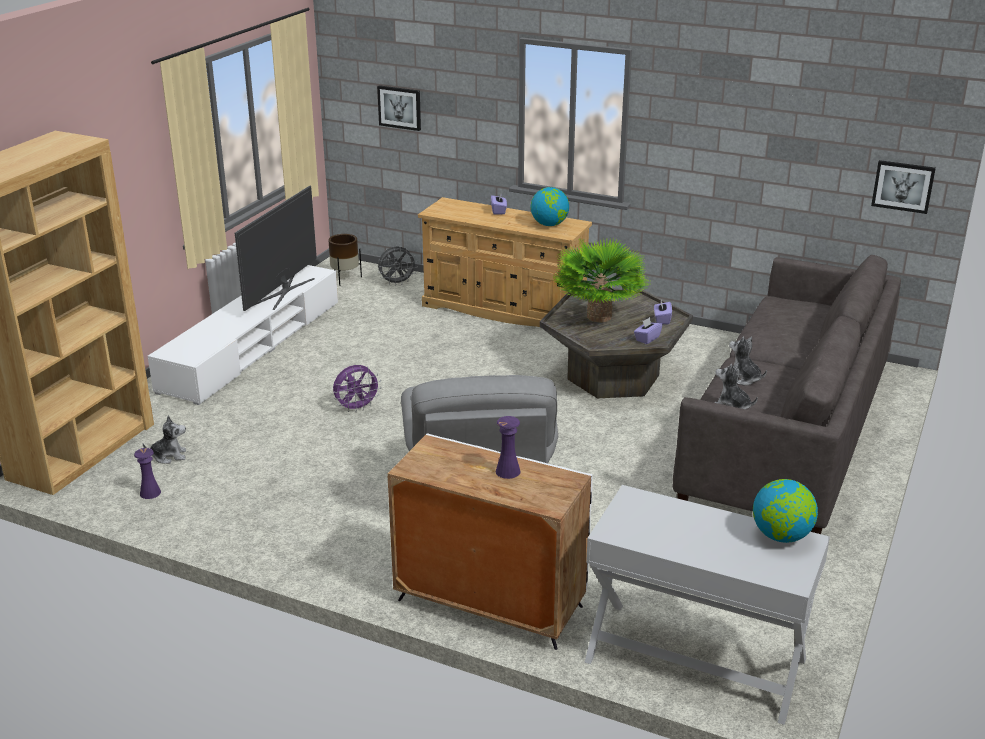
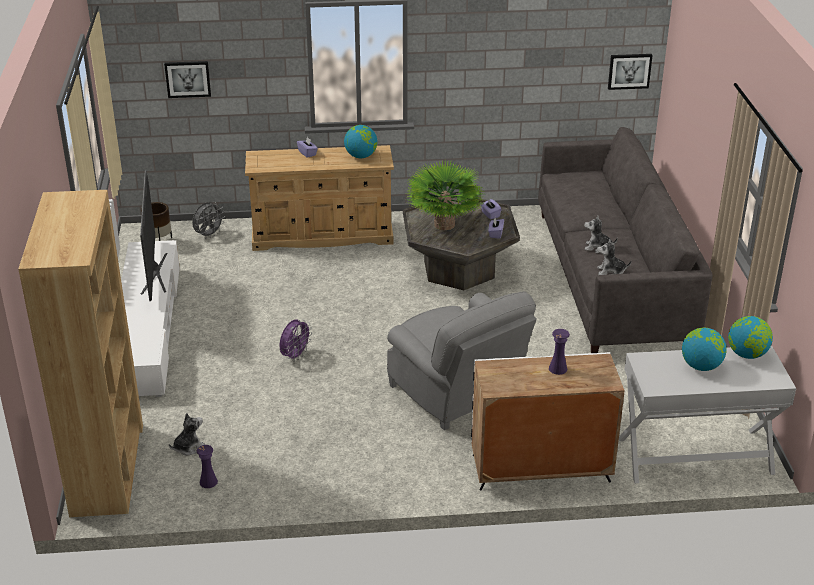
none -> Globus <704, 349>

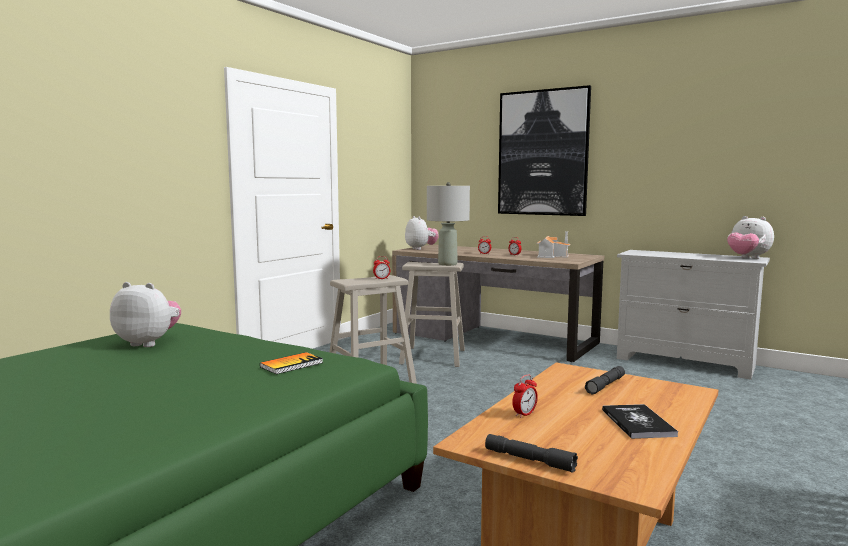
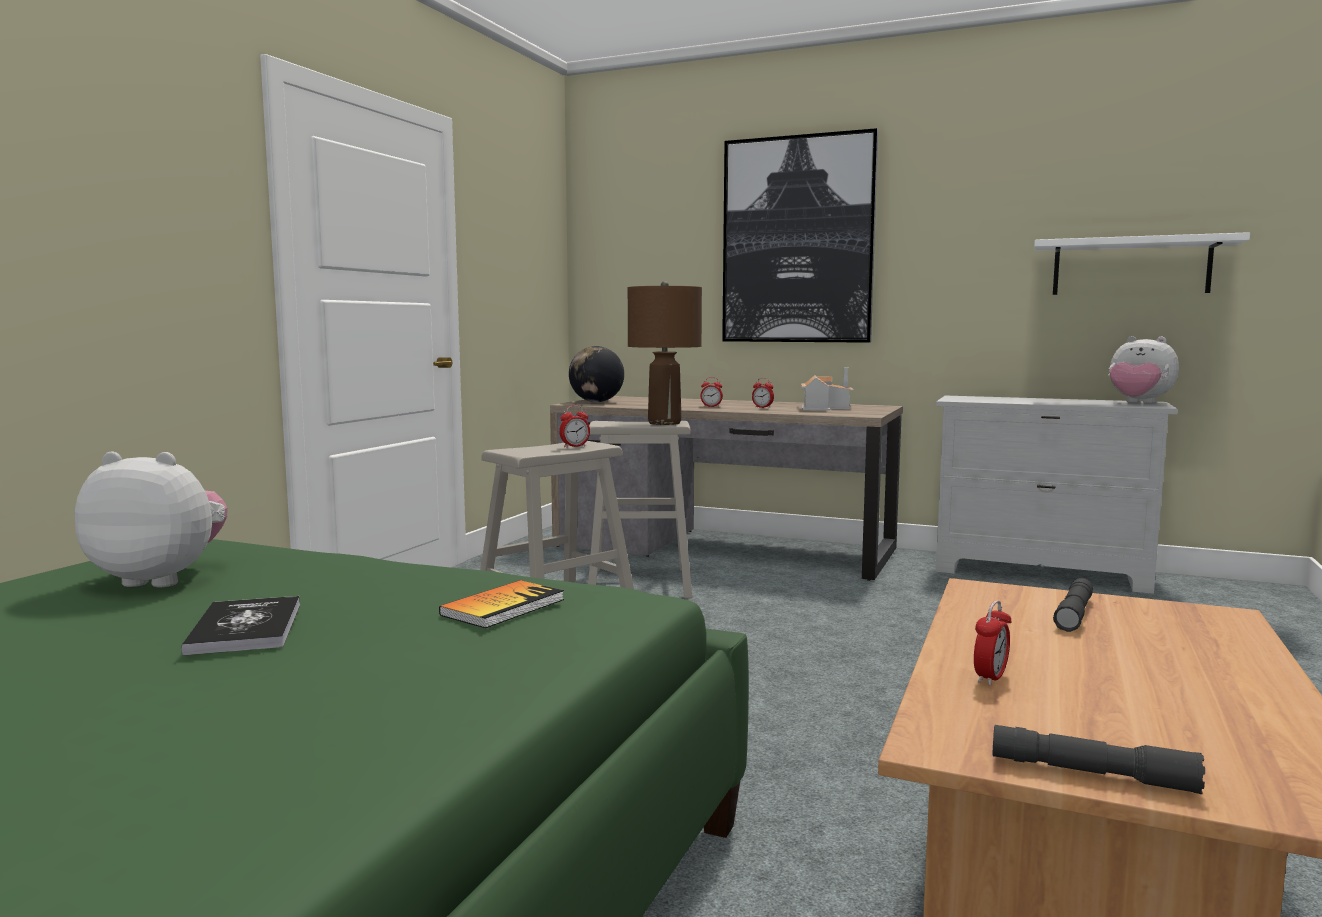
Plüschtier <422, 233> -> Globus <596, 374>
Tischlampe [grau] <448, 224> -> Tischlampe [braun] <665, 353>
Buch <640, 421> -> Buch <240, 626>, shifted
none -> Wandregal [weiß] <1142, 263>

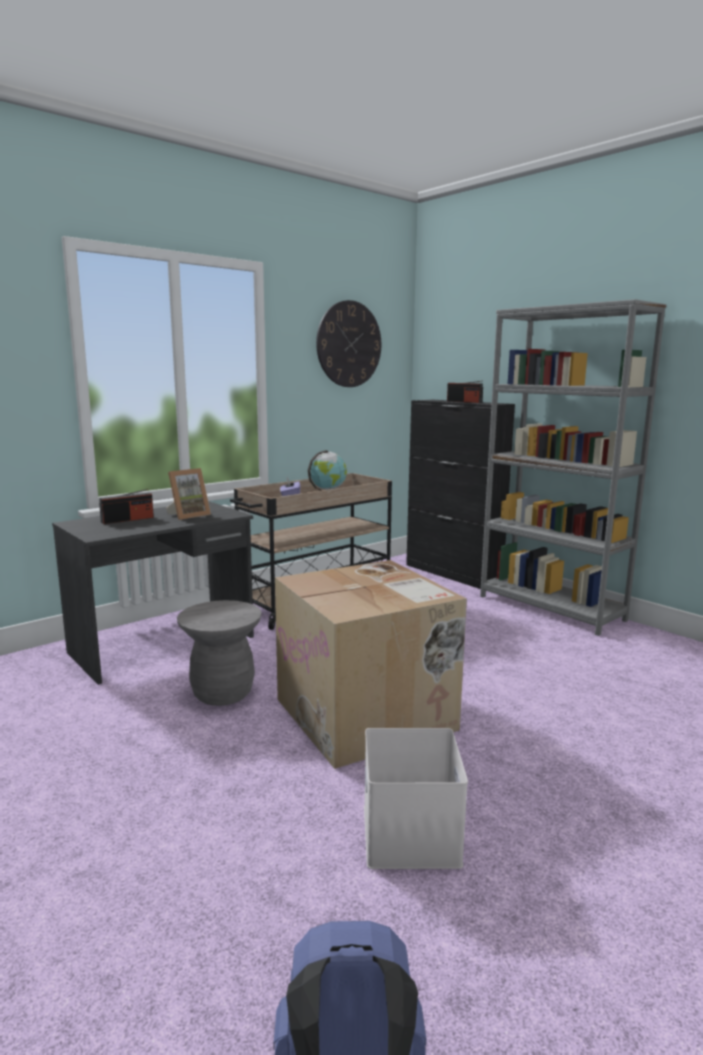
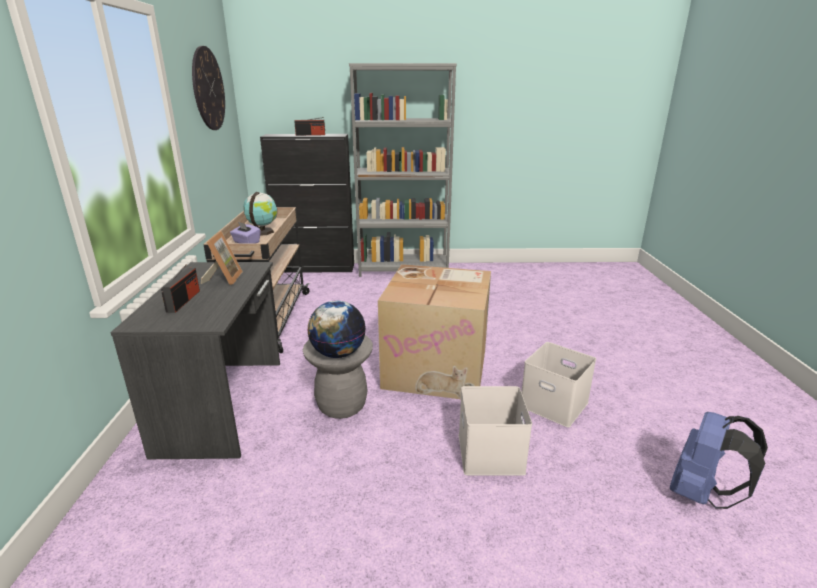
none -> Globus <337, 329>
none -> Aufbewahrungsbox [weiß] <495, 431>

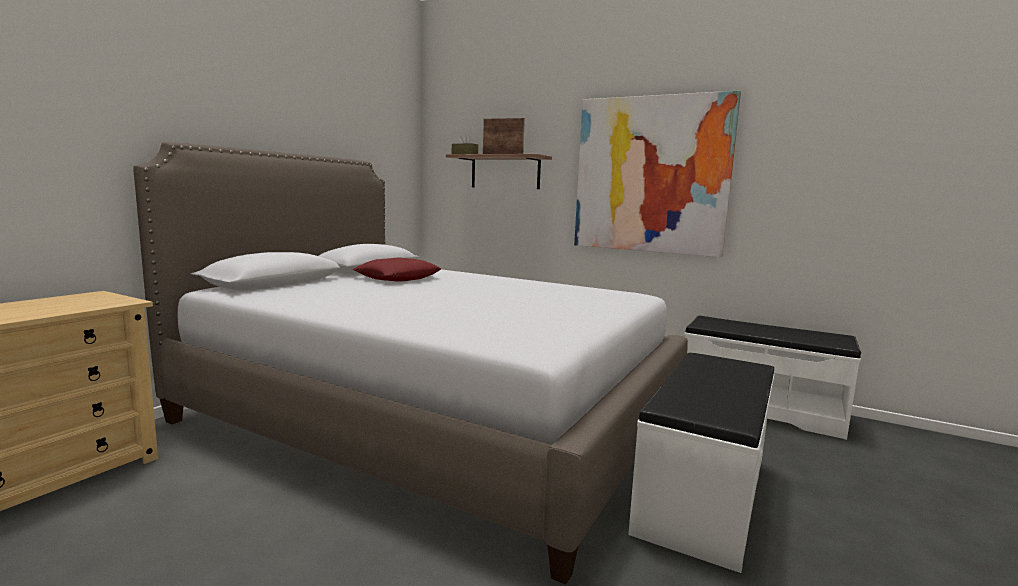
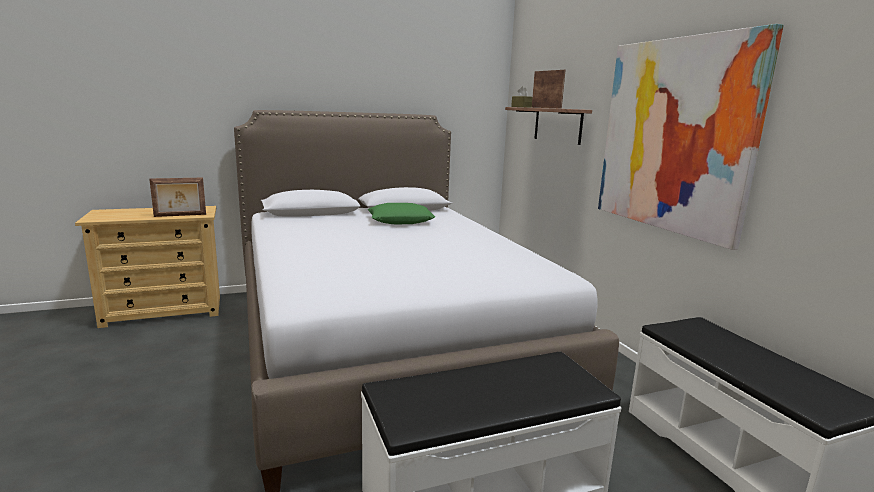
Kissen [rot] <397, 270> -> Kissen [grün] <401, 214>
none -> Bilderrahmen <177, 197>

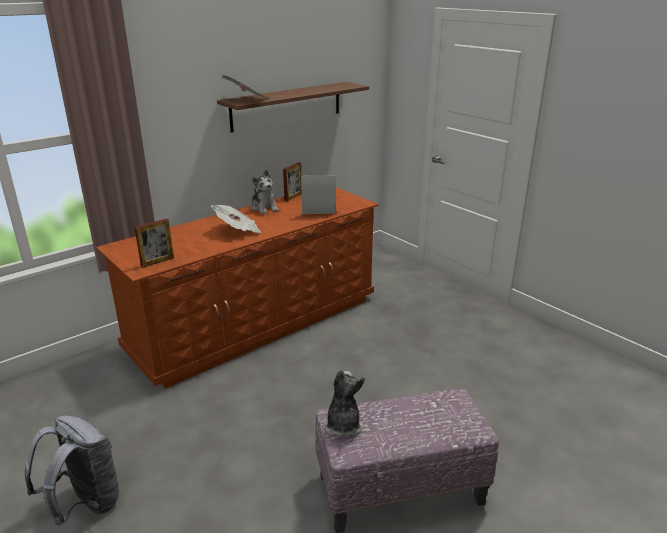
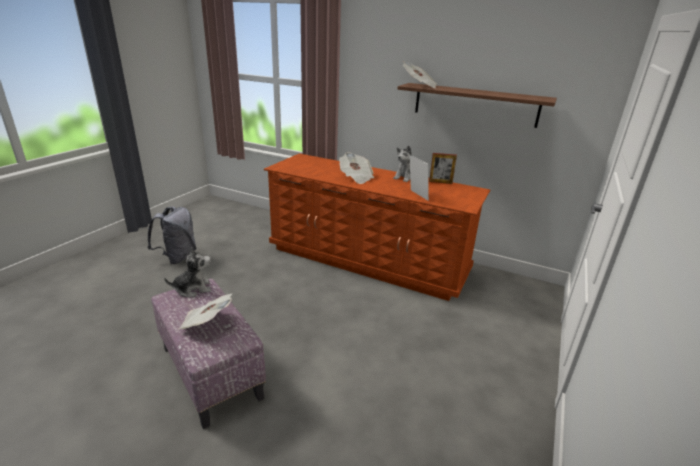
Bilderrahmen <154, 243> -> none
none -> Zeitung <205, 312>

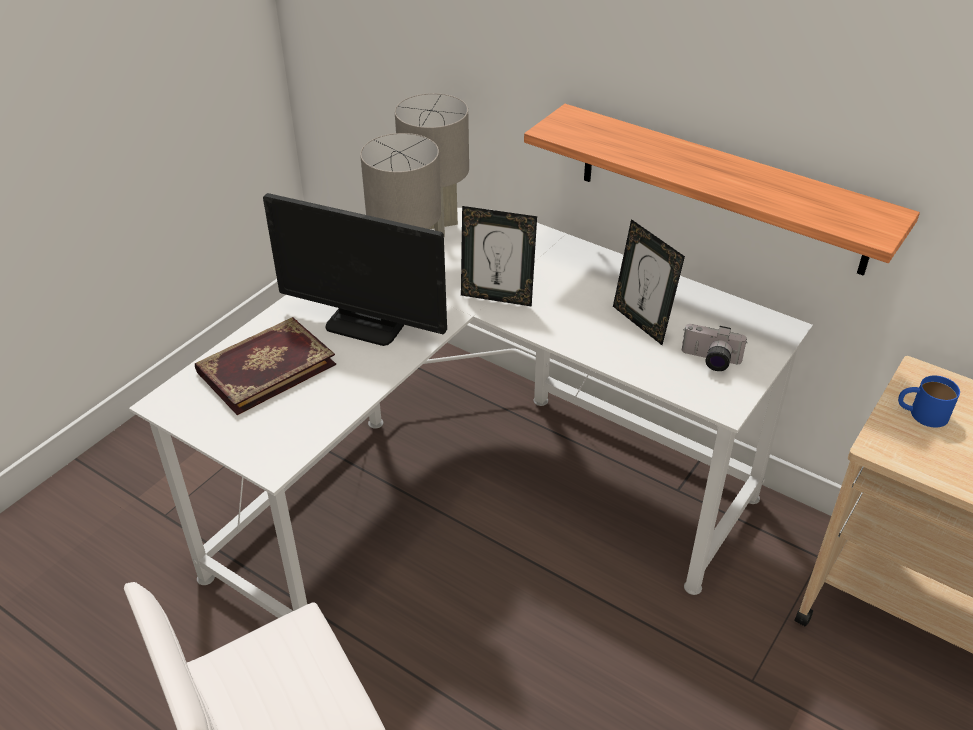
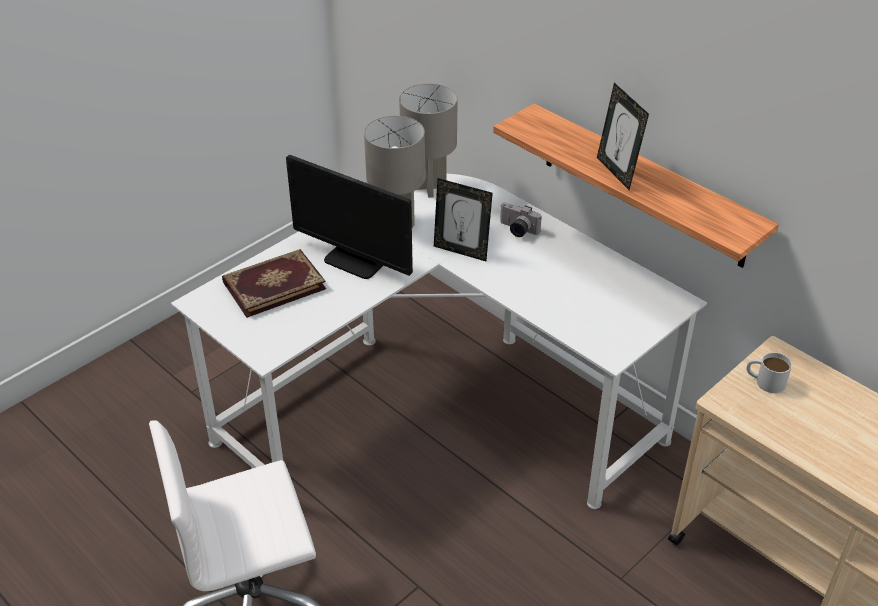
Bilderrahmen <649, 282> -> Bilderrahmen <623, 136>, shifted
Kamera <714, 347> -> Kamera <521, 219>, shifted
Henkelbecher [blau] <929, 401> -> Henkelbecher [weiß] <769, 372>

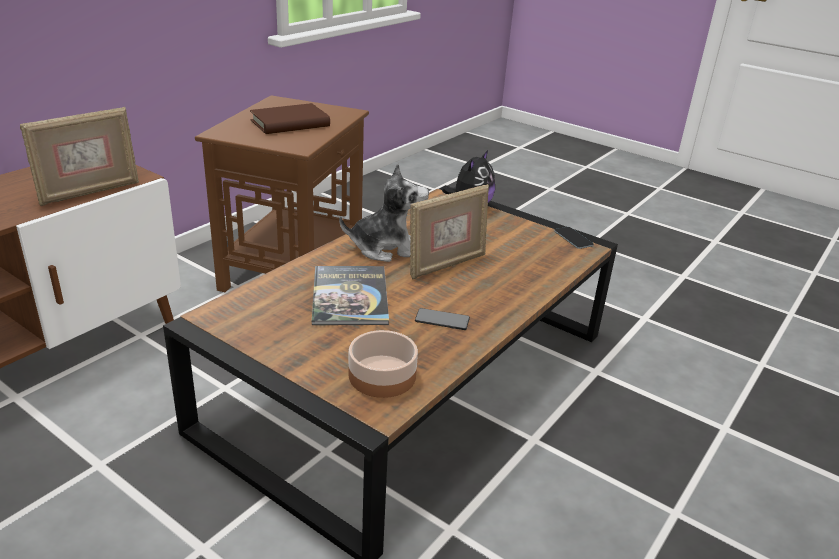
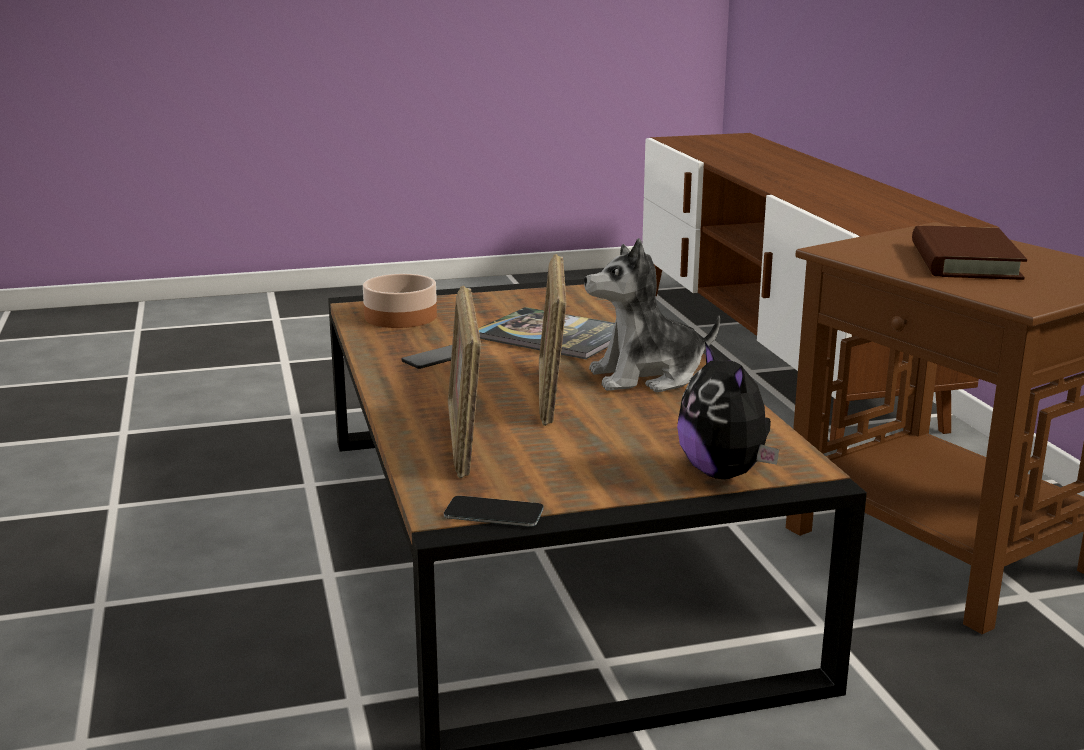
Bilderrahmen <79, 156> -> Bilderrahmen <464, 382>, shifted
Plüschtier <384, 212> -> Plüschtier <652, 315>, 45 degrees clockwise

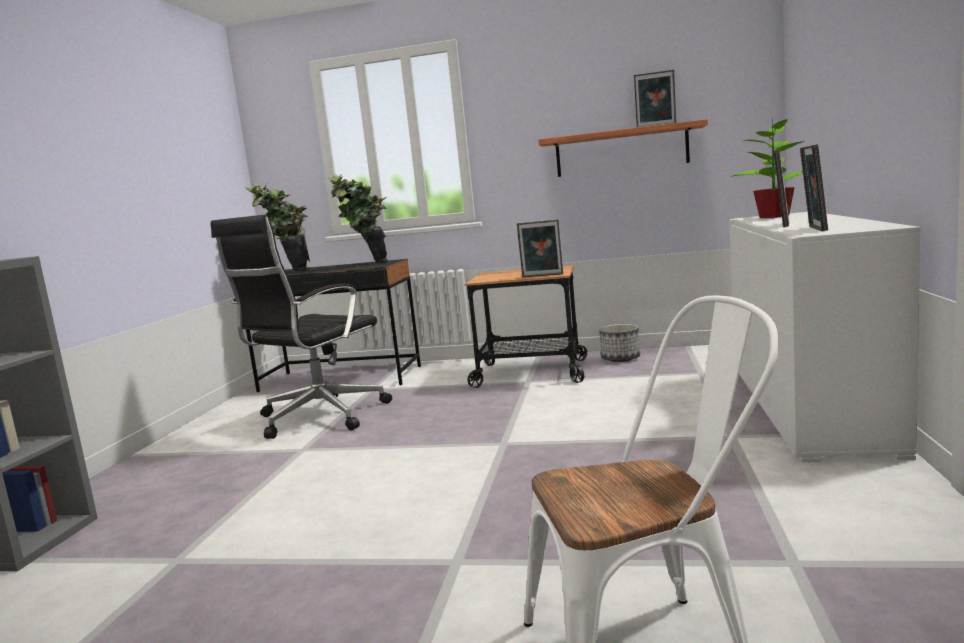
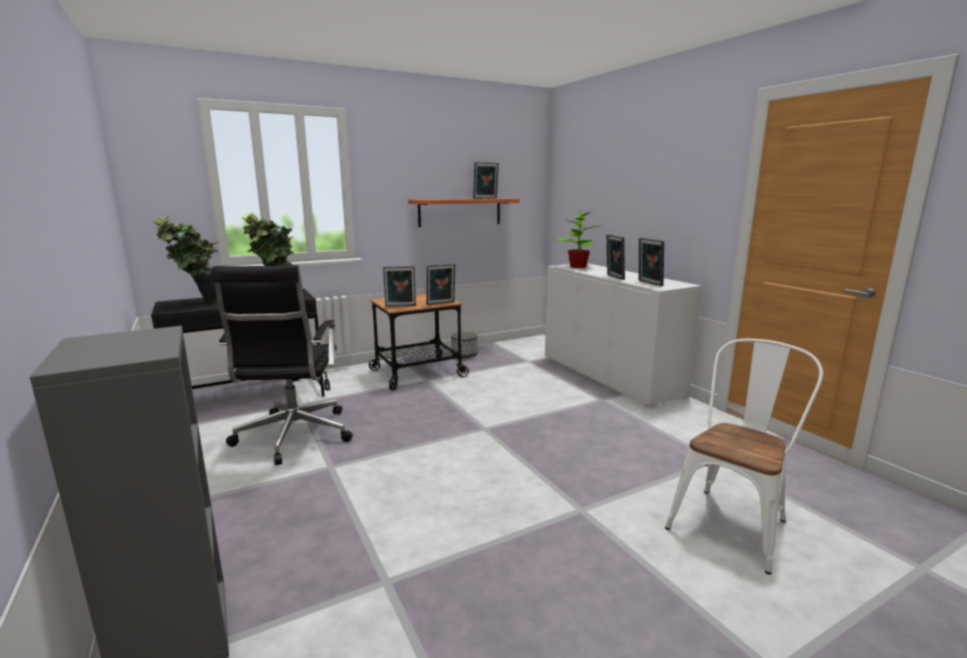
none -> Bilderrahmen <399, 286>

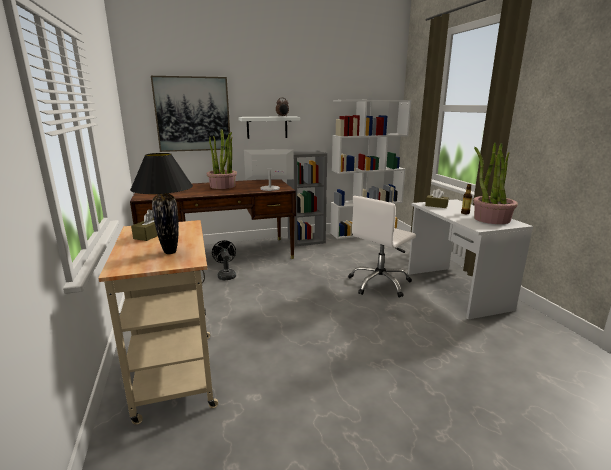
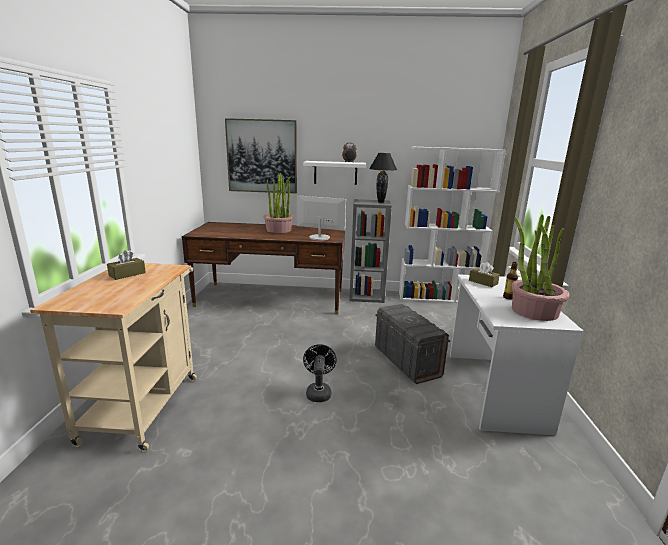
Tischlampe [schwarz] <161, 203> -> Tischlampe [schwarz] <383, 178>, shifted
Ventilator [schwarz] <224, 260> -> Ventilator [schwarz] <320, 373>, shifted
Bürostuhl [weiß] <382, 247> -> Aufbewahrungsbox [grau] <412, 344>

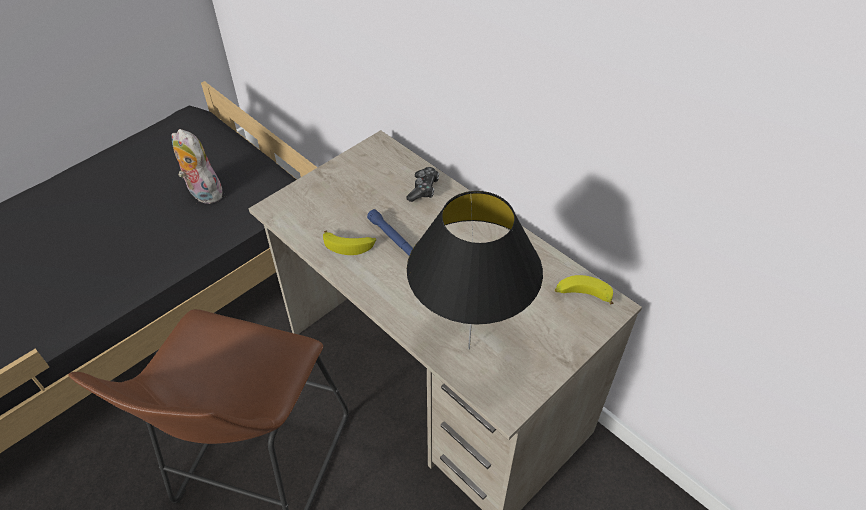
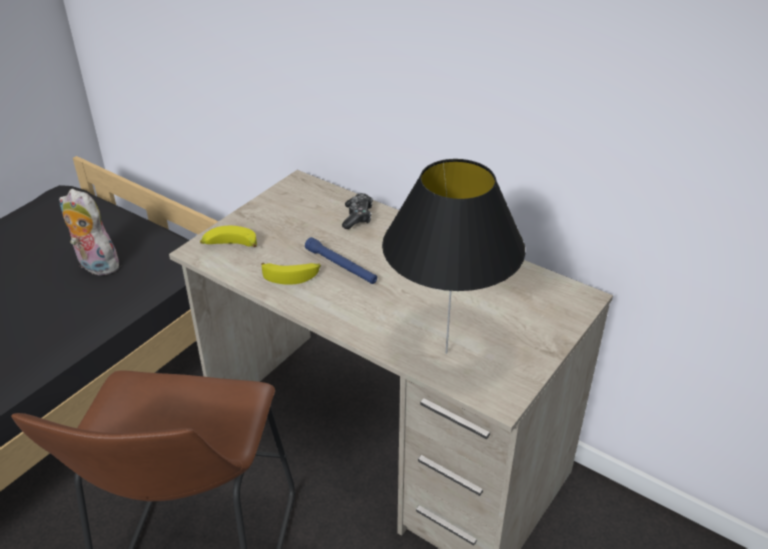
Banane <584, 289> -> Banane <228, 236>, shifted

